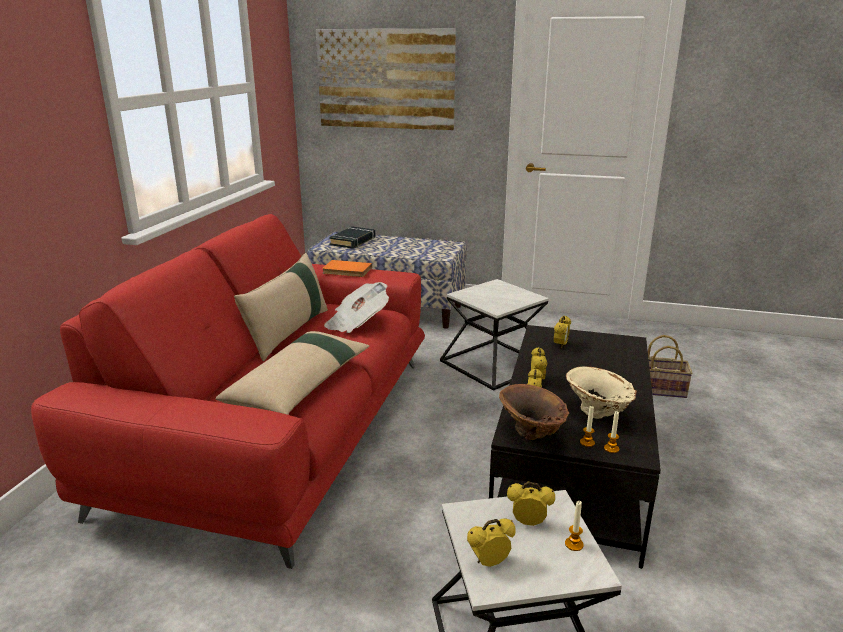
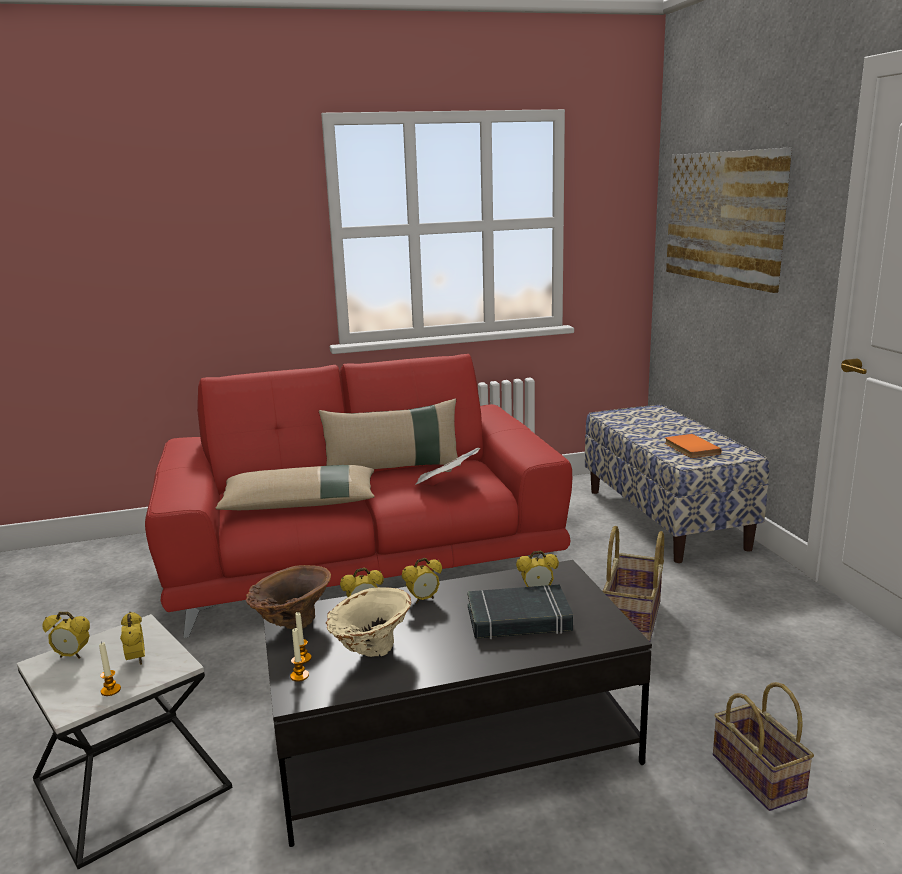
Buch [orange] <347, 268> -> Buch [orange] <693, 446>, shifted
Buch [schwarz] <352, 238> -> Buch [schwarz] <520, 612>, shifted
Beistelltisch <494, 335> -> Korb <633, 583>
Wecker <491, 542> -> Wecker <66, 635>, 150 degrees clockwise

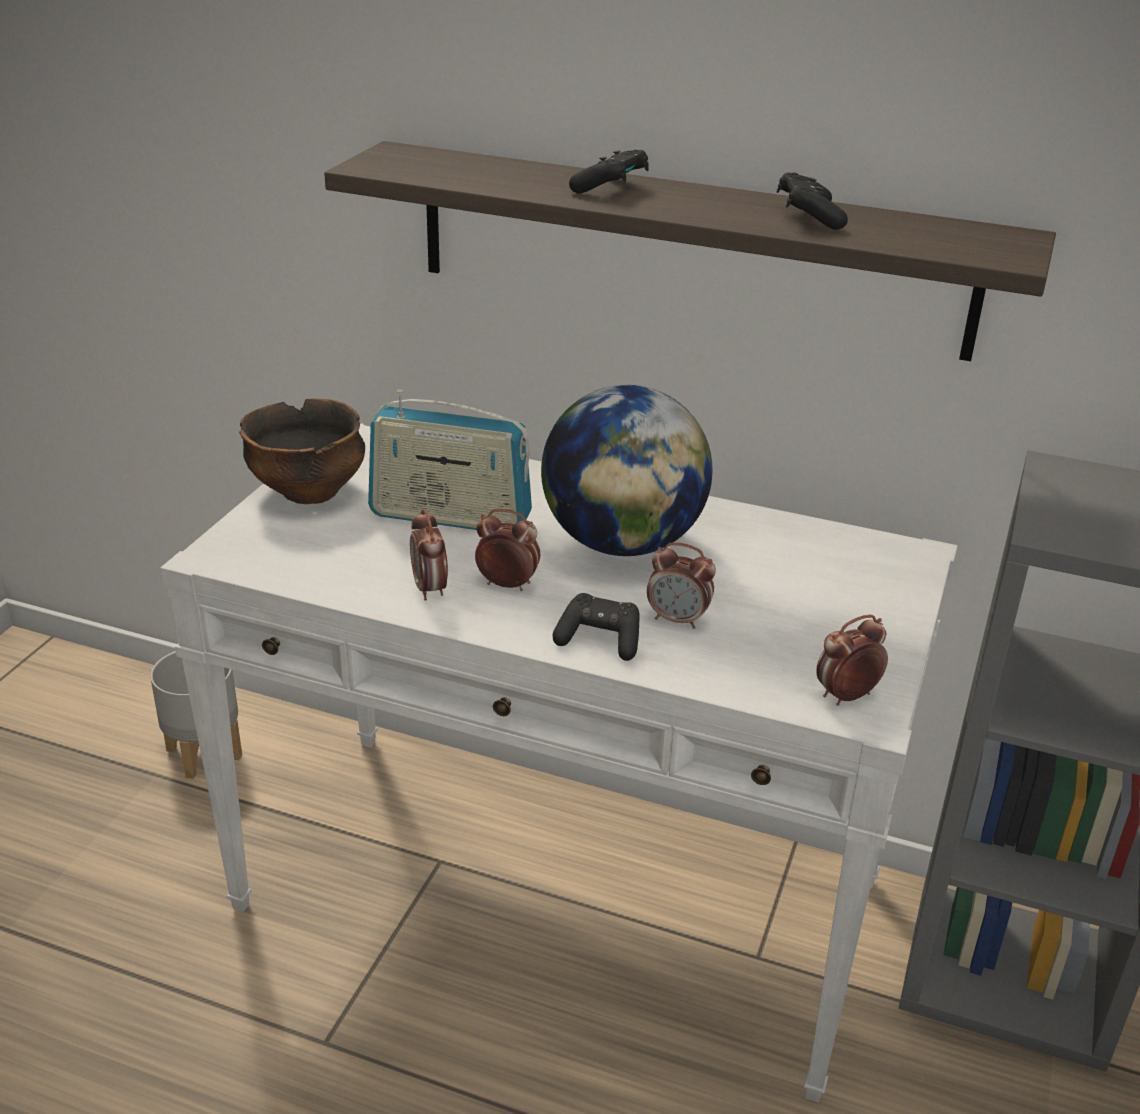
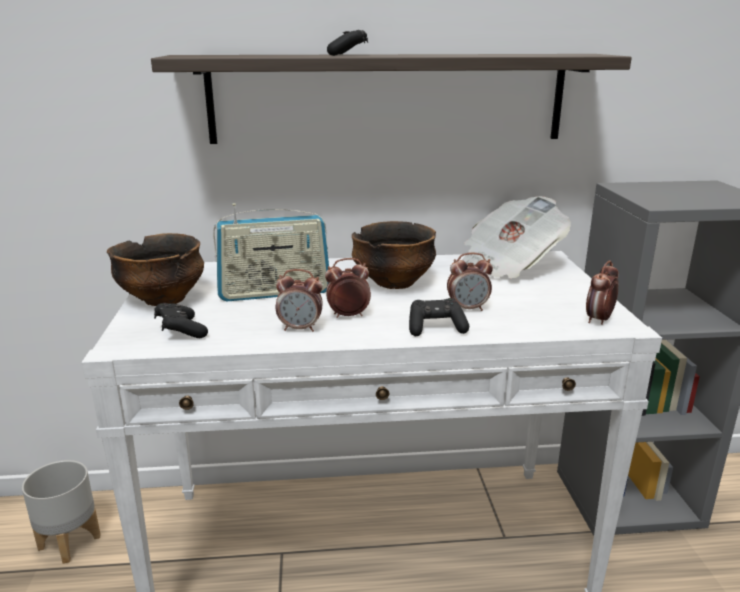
Wecker <429, 555> -> Wecker <299, 300>, 45 degrees counterclockwise
Globus <627, 470> -> Schüssel <394, 255>
Gamepad [schwarz] <812, 201> -> Gamepad [schwarz] <181, 320>, shifted
none -> Zeitung <516, 237>

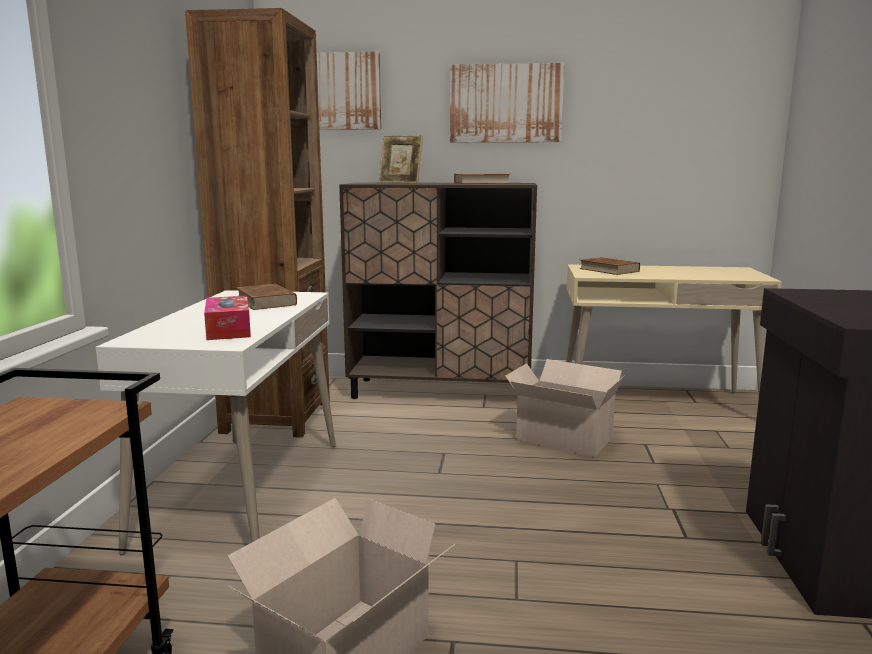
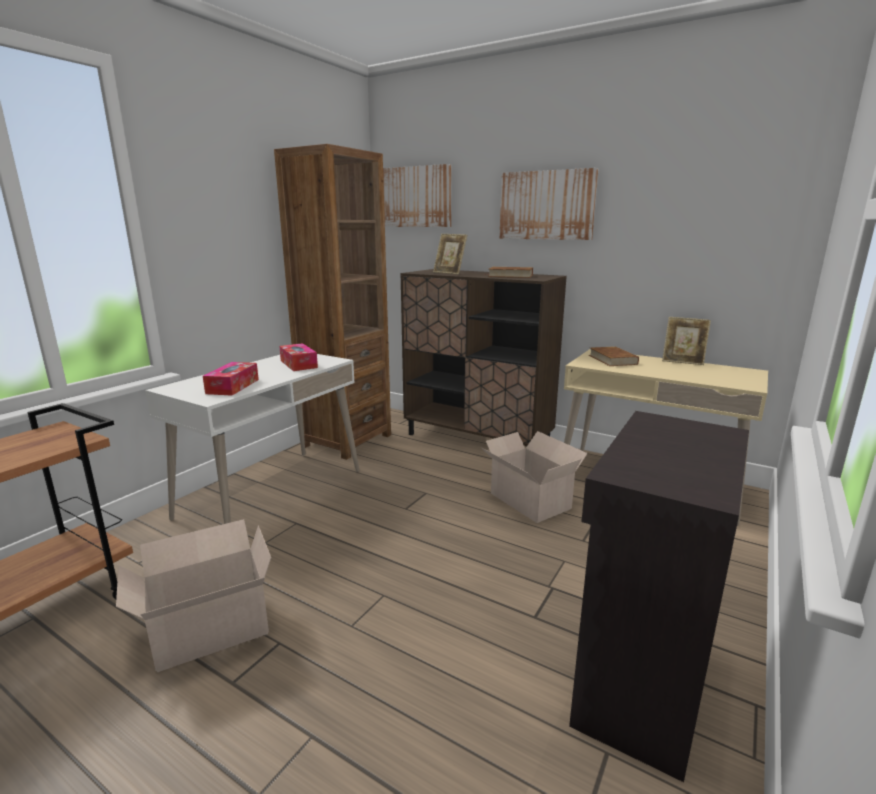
Buch [braun] <266, 297> -> Taschentuchbox <298, 357>
none -> Bilderrahmen <686, 341>

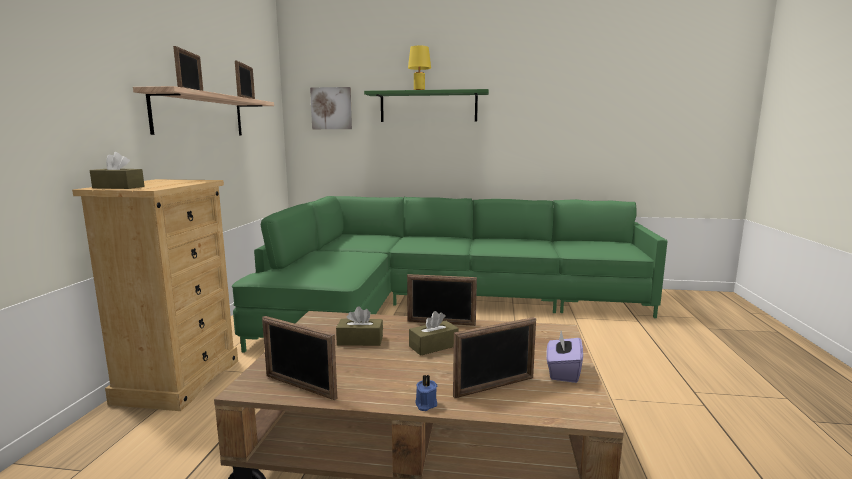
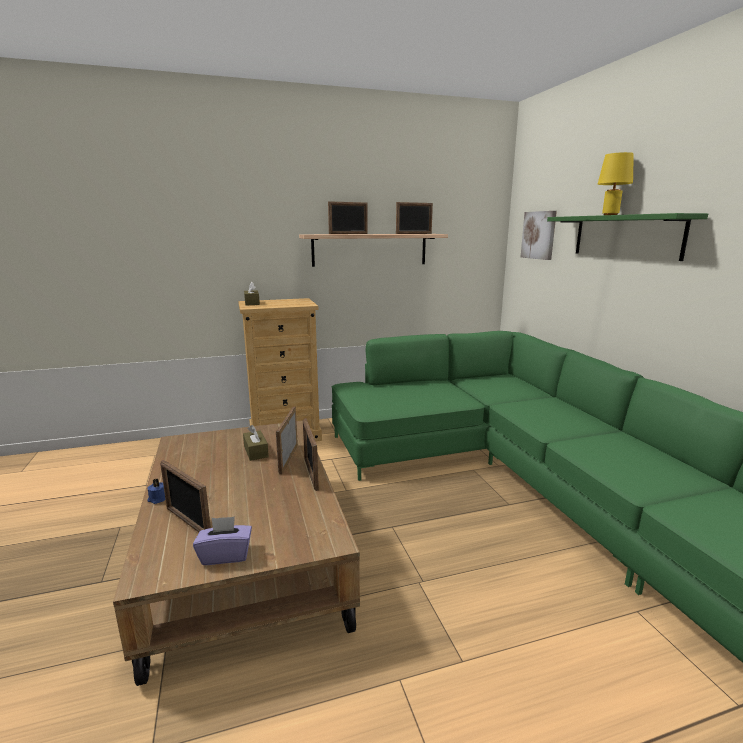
Bilderrahmen <299, 358> -> Bilderrahmen <287, 440>, shifted
Taschentuchbox [braun] <434, 333> -> none

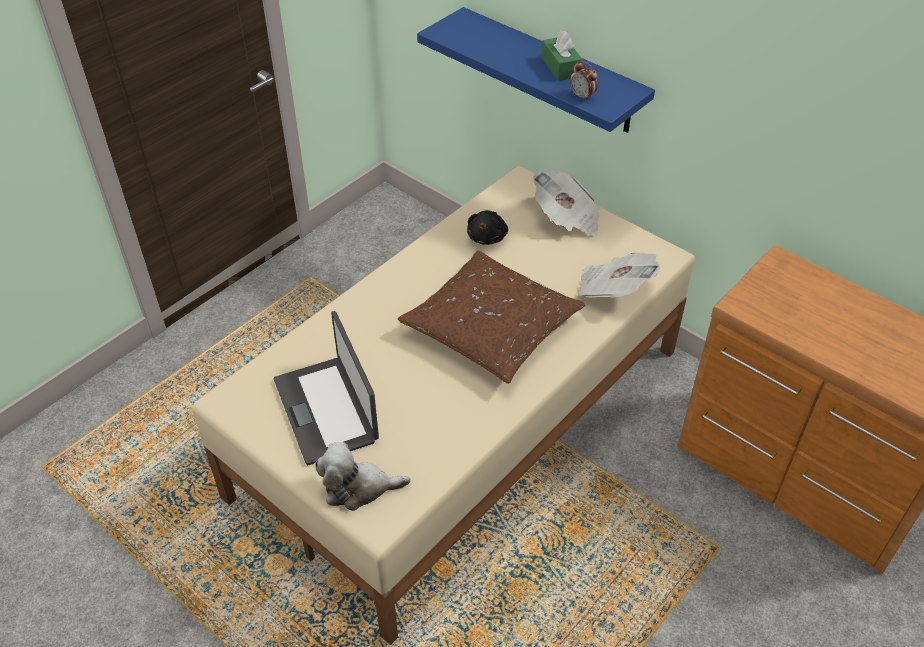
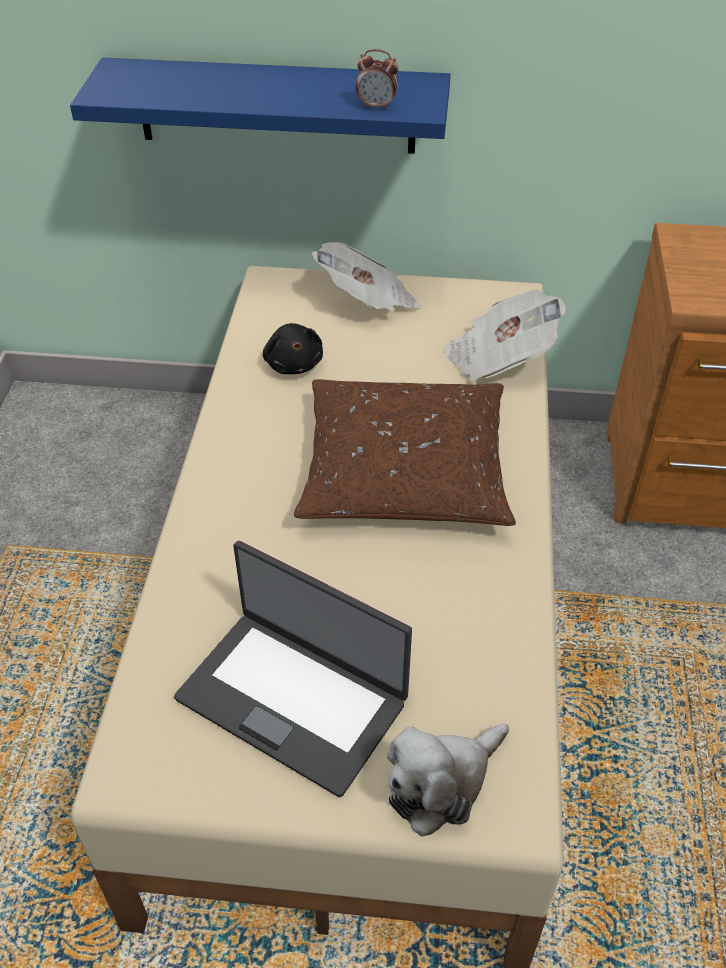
Taschentuchbox [grün] <562, 55> -> none

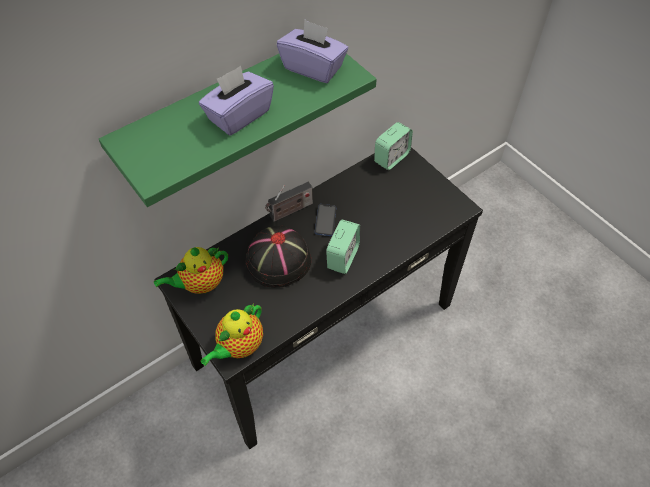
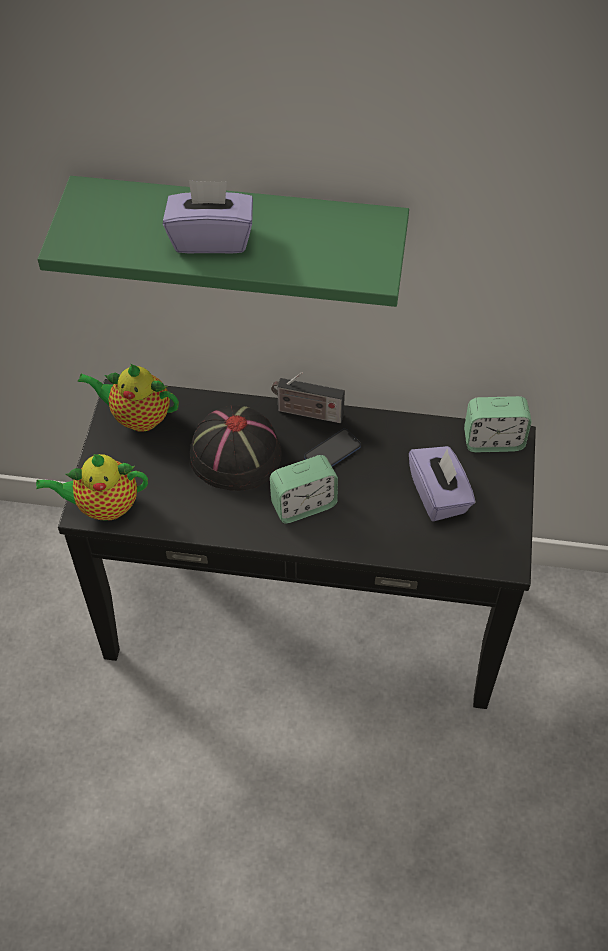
Taschentuchbox [lila] <312, 51> -> Taschentuchbox [lila] <442, 484>, shifted

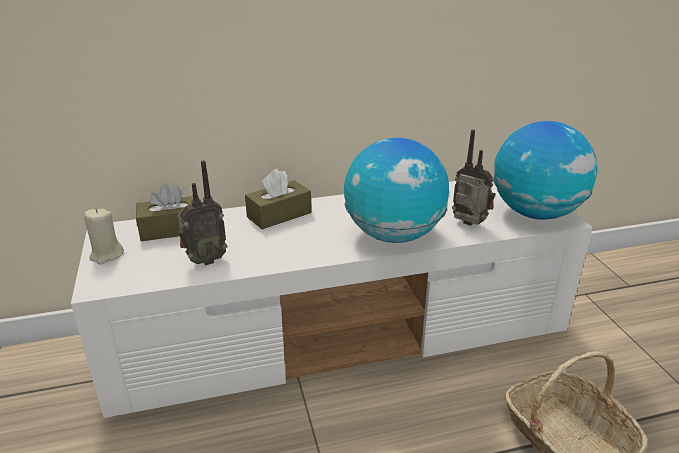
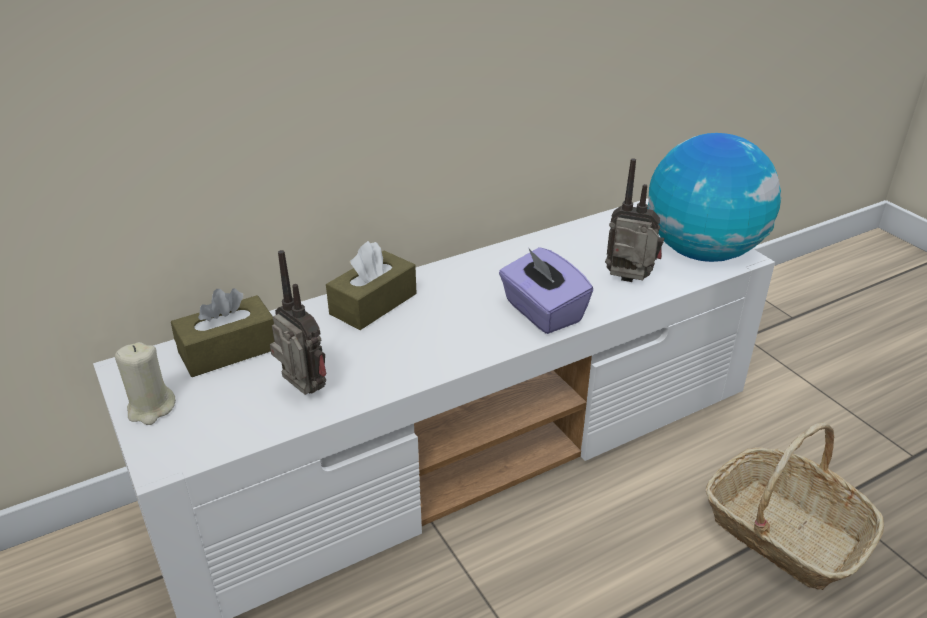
Radio <202, 213> -> Radio <298, 322>, 90 degrees counterclockwise
Globus <396, 190> -> Taschentuchbox [lila] <546, 290>

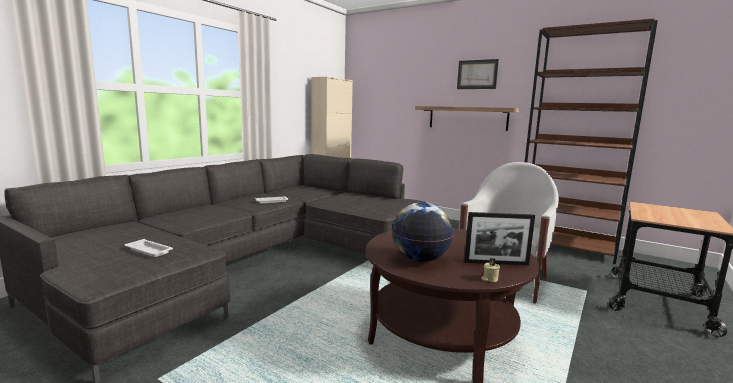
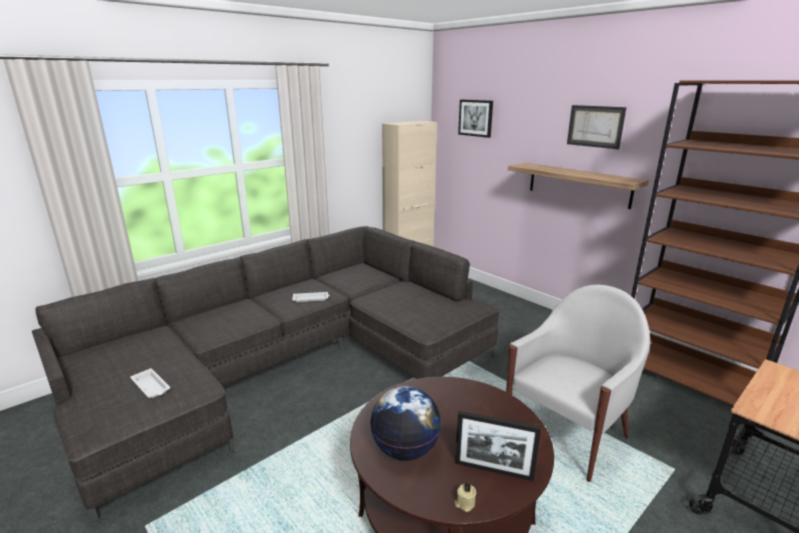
none -> Bild <475, 119>

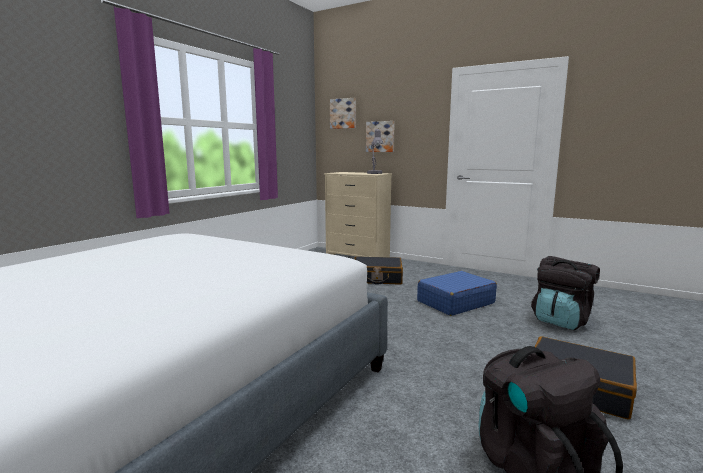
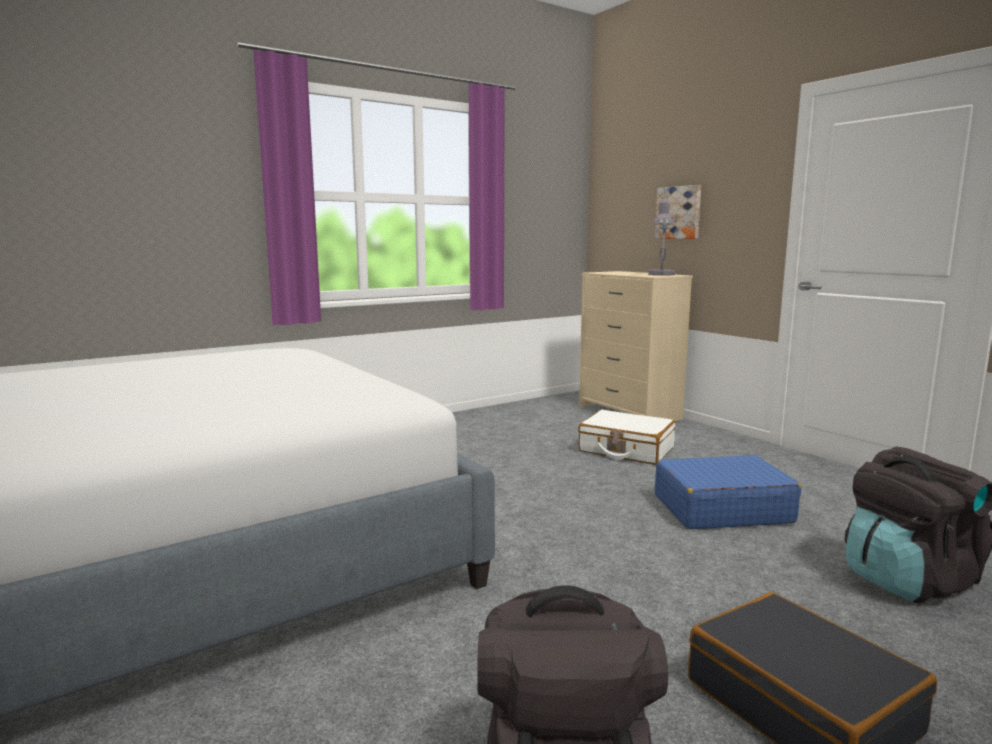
Bild <343, 113> -> none
Koffer [schwarz] <378, 270> -> Koffer [weiß] <626, 437>

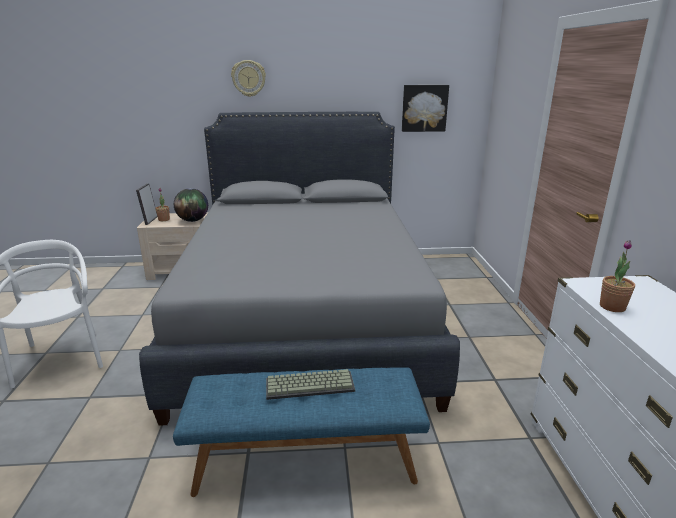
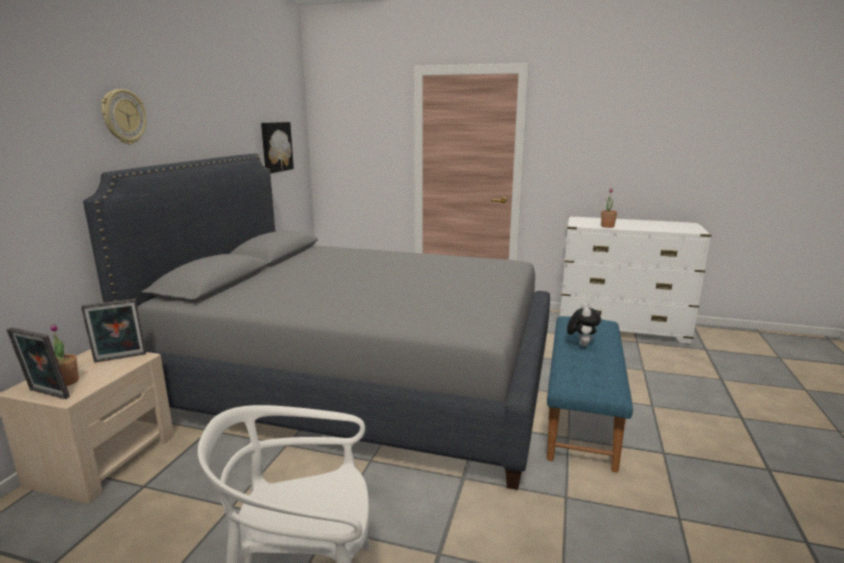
Globus <191, 205> -> Bilderrahmen <113, 331>
Tastatur <310, 384> -> Plüschtier <584, 324>

